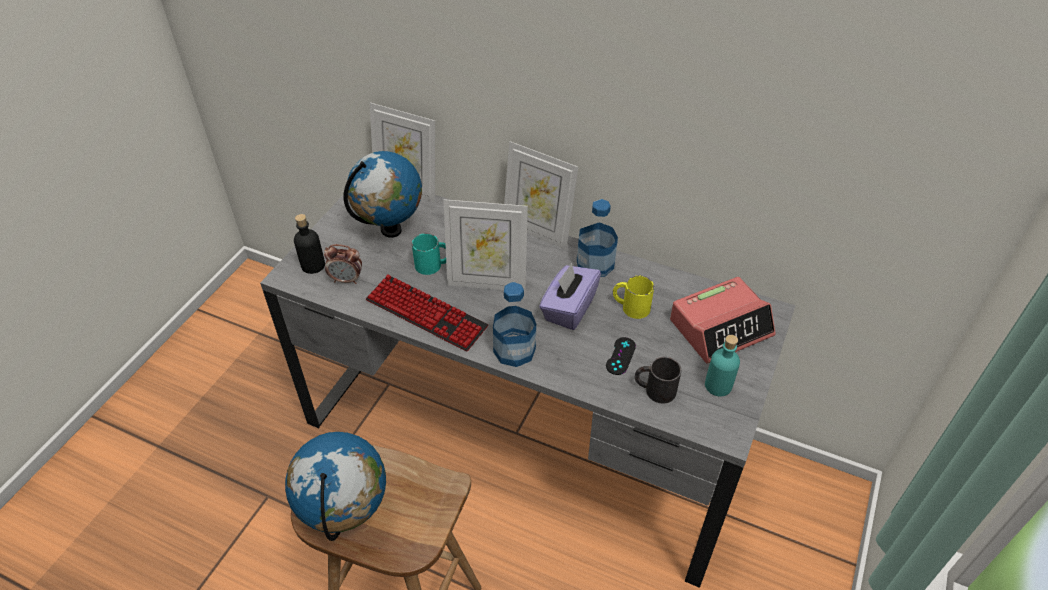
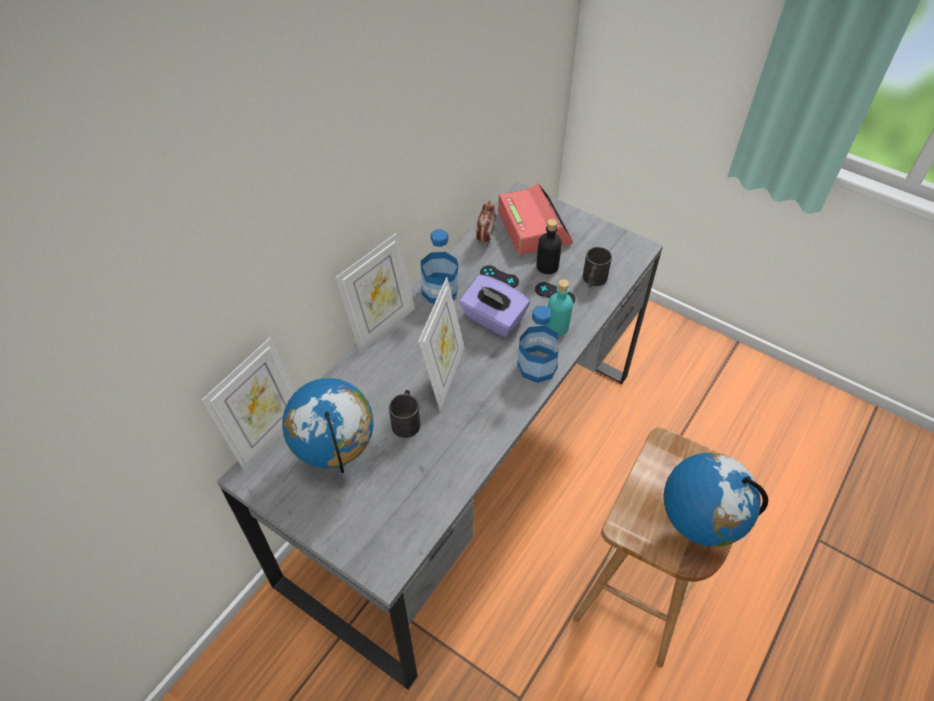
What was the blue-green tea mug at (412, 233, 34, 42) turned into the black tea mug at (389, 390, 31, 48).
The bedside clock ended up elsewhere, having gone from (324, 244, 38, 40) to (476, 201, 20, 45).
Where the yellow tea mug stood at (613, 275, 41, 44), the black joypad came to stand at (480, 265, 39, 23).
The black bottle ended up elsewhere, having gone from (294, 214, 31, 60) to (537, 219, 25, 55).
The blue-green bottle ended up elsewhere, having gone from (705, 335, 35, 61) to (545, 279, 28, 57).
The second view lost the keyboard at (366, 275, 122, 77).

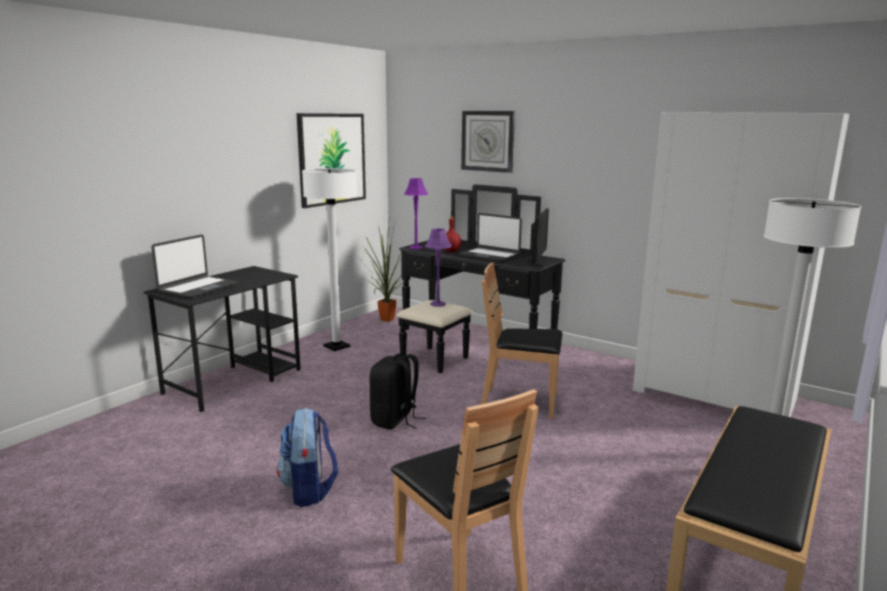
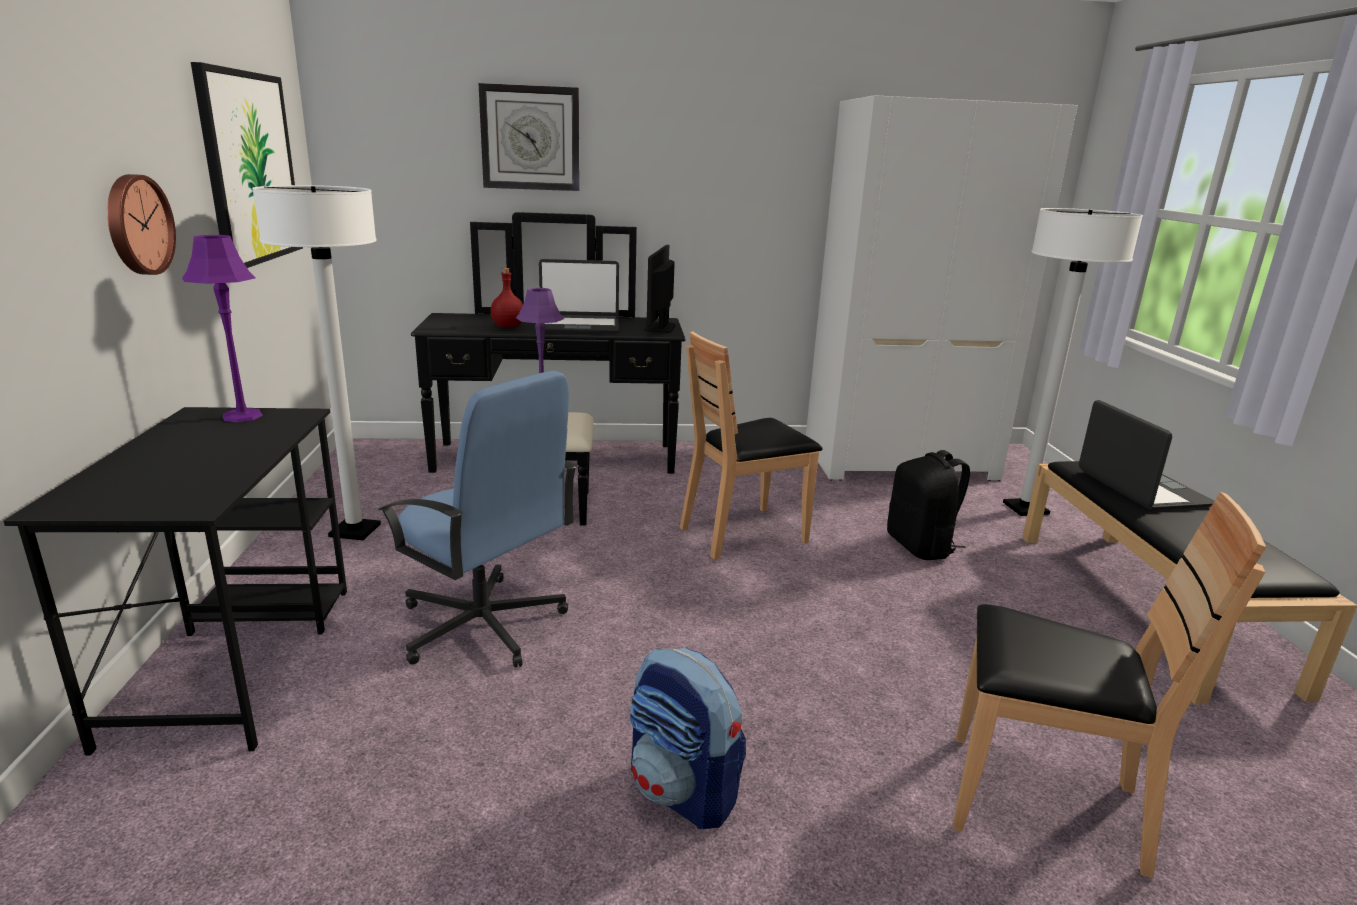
The second view gained the wall clock at (107, 174, 69, 101).
The purplish lamp for a table ended up elsewhere, having gone from (404, 178, 24, 71) to (182, 235, 81, 187).
The second view gained the blue computer chair at (378, 371, 199, 296).
The computer display at (527, 208, 22, 58) ended up facing another way, 150 degrees counterclockwise from before.
The black rucksack ended up elsewhere, having gone from (370, 354, 56, 76) to (887, 450, 83, 110).
The notebook computer ended up elsewhere, having gone from (151, 234, 87, 64) to (1079, 400, 135, 110).
The second view lost the potted plant at (359, 223, 51, 99).

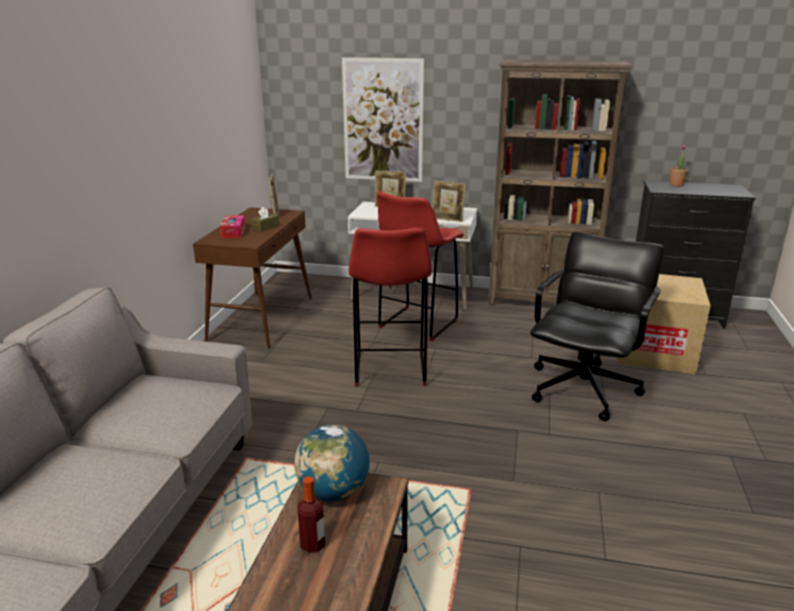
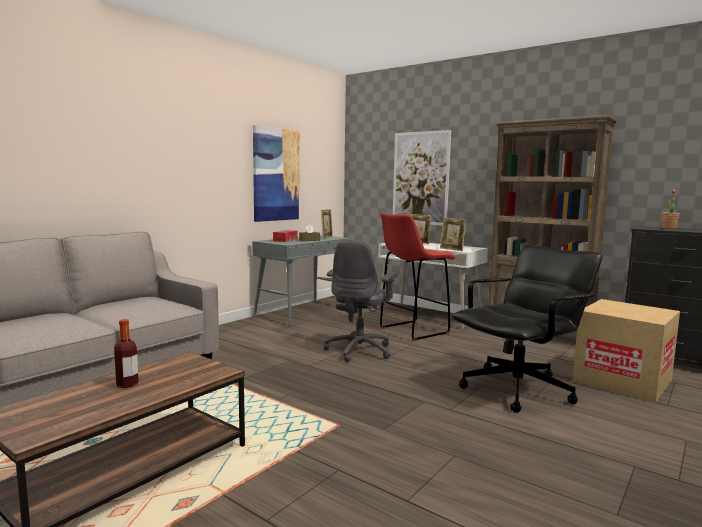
What was the brownish hall table at (193, 207, 119, 141) turned into the gray hall table at (252, 235, 98, 91).
The second view gained the wall picture at (253, 125, 47, 97).
Where the red sitting stool stood at (348, 228, 84, 158), the gray computer chair came to stand at (324, 240, 74, 122).
The second view lost the world globe at (294, 425, 76, 76).

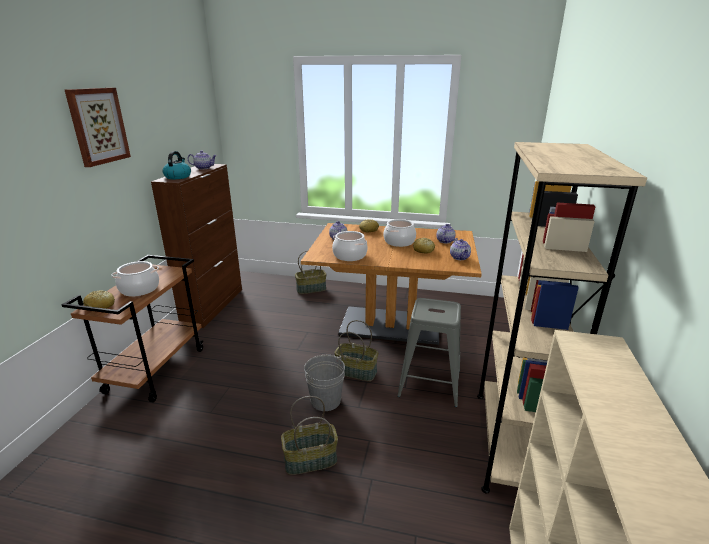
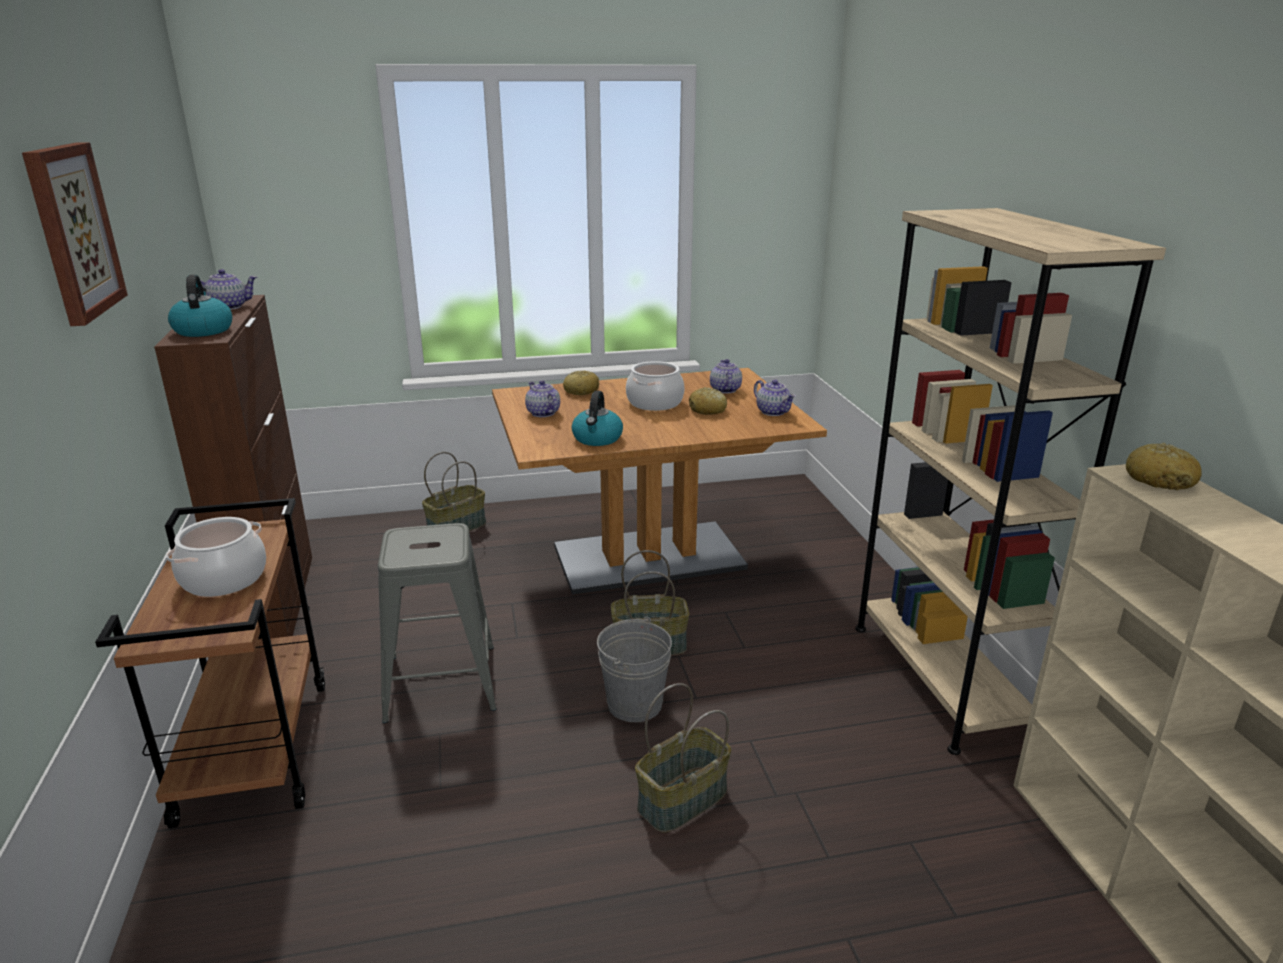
The gray sitting stool ended up elsewhere, having gone from (397, 298, 64, 109) to (378, 523, 119, 200).
Where the saucepot stood at (332, 231, 36, 30), the water kettle came to stand at (572, 391, 51, 55).
The baked bread ended up elsewhere, having gone from (83, 291, 32, 18) to (1126, 443, 76, 47).

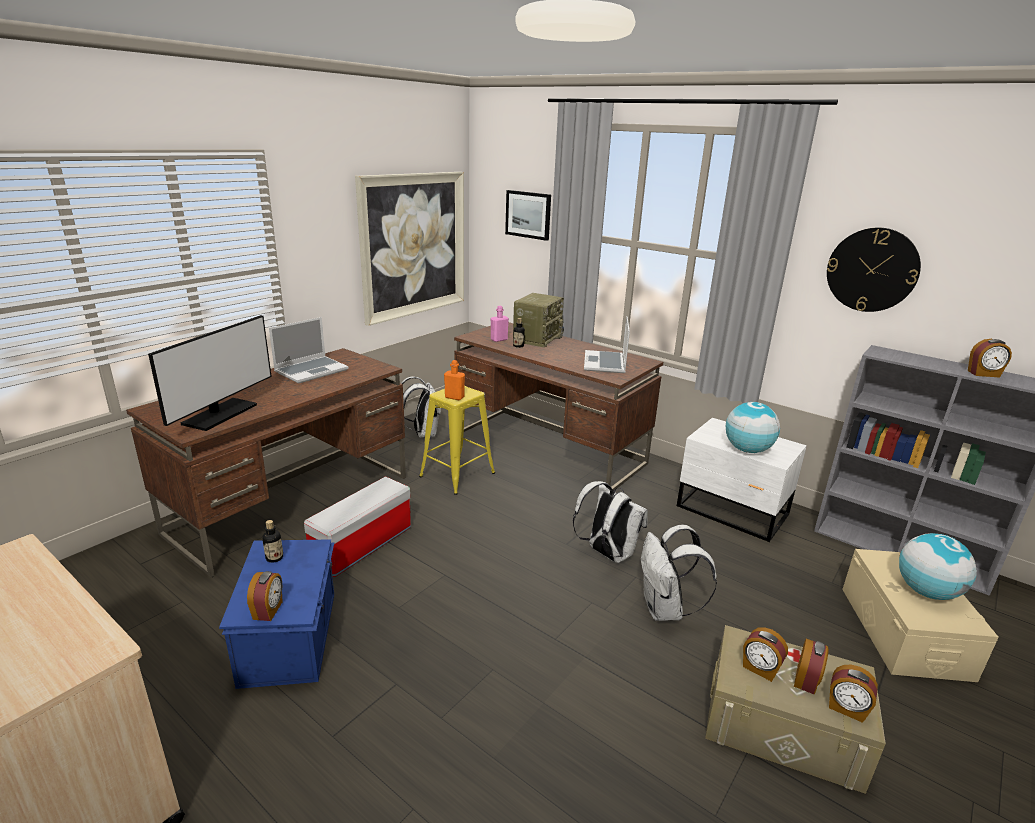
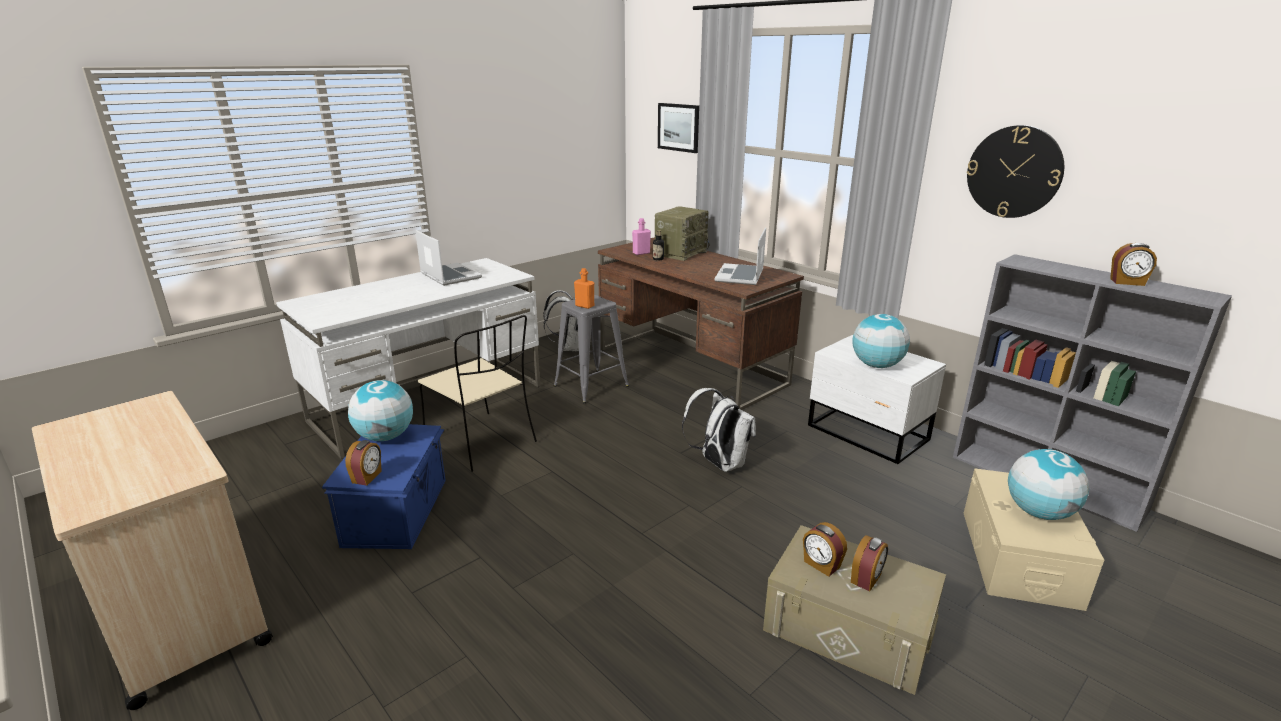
What was the brownish desk unit at (126, 348, 280, 229) turned into the white desk unit at (276, 258, 264, 201).
Where the bottle stood at (262, 520, 21, 43), the world globe came to stand at (348, 380, 65, 61).
The notebook computer at (269, 317, 79, 66) ended up facing another way, 90 degrees counterclockwise from before.
Where the storage bin stood at (304, 476, 107, 101), the beige-coloured upright chair came to stand at (418, 315, 119, 157).
What was the yellow sitting stool at (419, 385, 76, 110) turned into the gray sitting stool at (554, 295, 75, 108).
The second view lost the computer display at (148, 315, 124, 116).
The second view lost the wall picture at (355, 172, 109, 154).
The second view lost the white rucksack at (641, 525, 76, 96).
The second view lost the bedside clock at (829, 665, 49, 58).

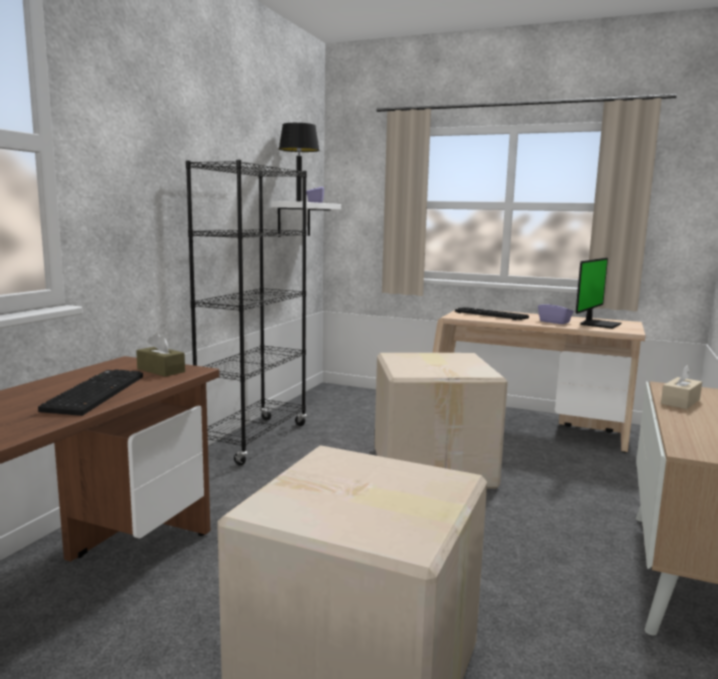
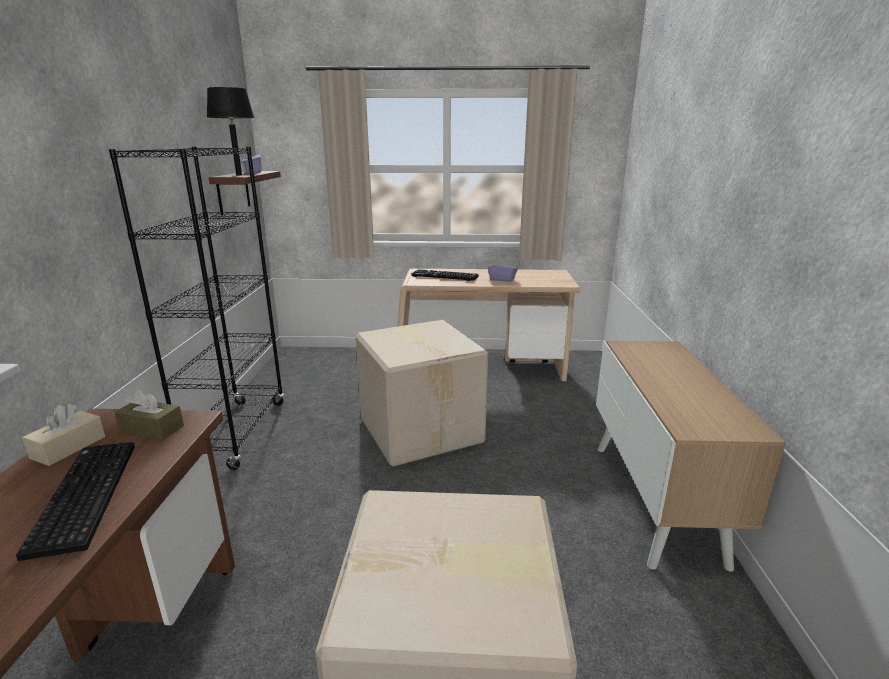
The beige-coloured box of tissues ended up elsewhere, having gone from (661, 365, 41, 44) to (22, 404, 83, 62).
What was the white wall shelf at (271, 201, 70, 36) turned into the brownish wall shelf at (209, 171, 72, 44).
The second view lost the computer display at (576, 258, 45, 71).

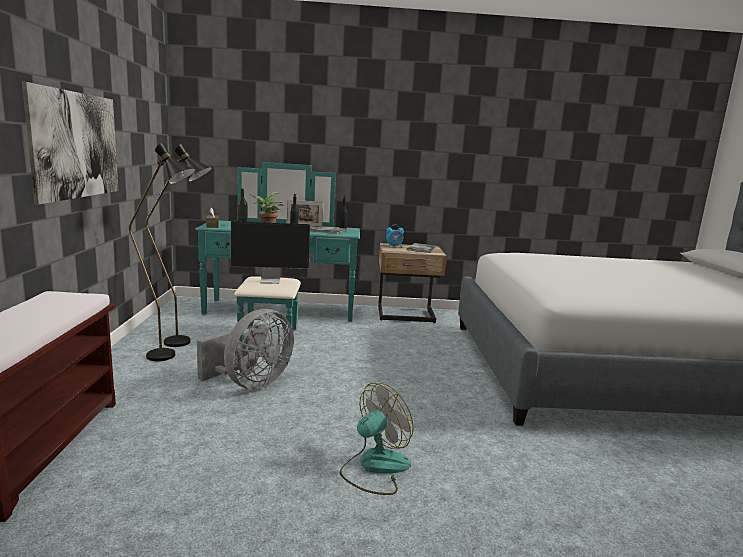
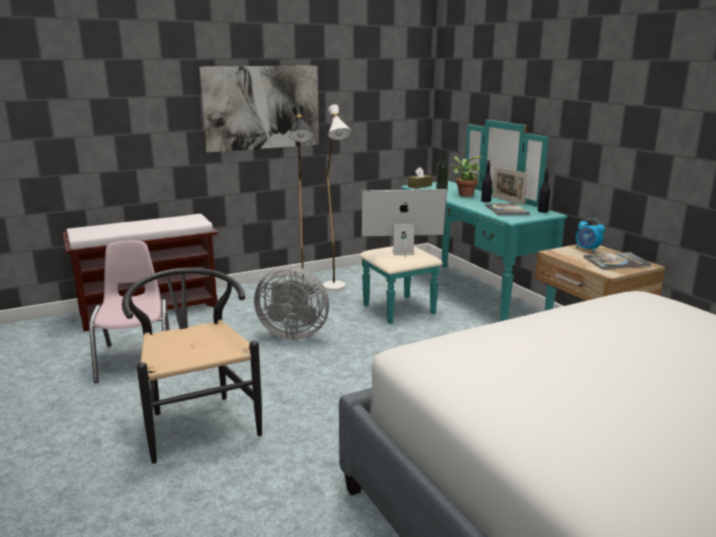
The second view gained the pink-coloured upright chair at (89, 240, 81, 143).
Where the electric fan stood at (340, 383, 74, 112), the black upright chair came to stand at (122, 268, 140, 196).
What was the black standard lamp at (145, 143, 67, 204) turned into the white standard lamp at (323, 104, 29, 187).
The computer display at (230, 221, 80, 63) ended up facing another way, 120 degrees clockwise from before.

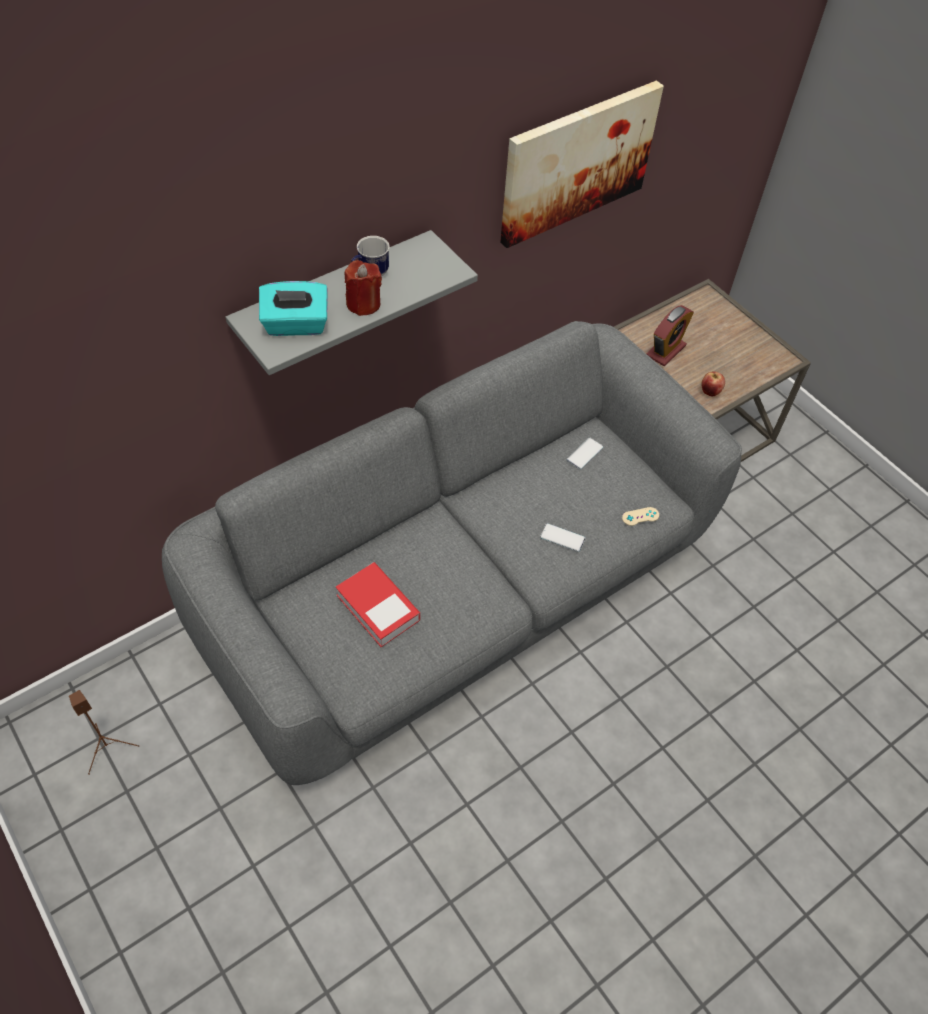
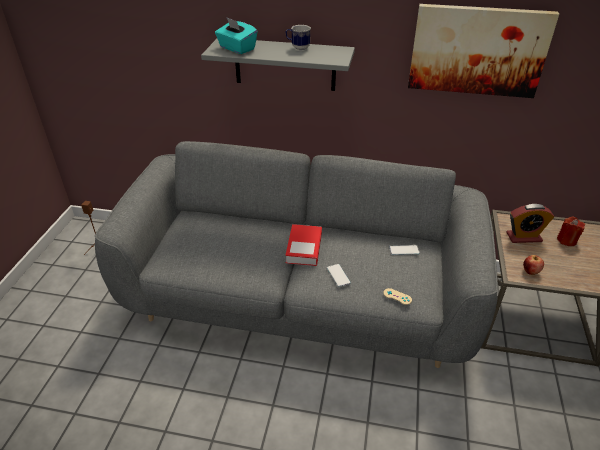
The book ended up elsewhere, having gone from (335, 562, 85, 85) to (285, 224, 37, 42).
The red wax light ended up elsewhere, having gone from (345, 260, 37, 56) to (557, 217, 28, 29).

